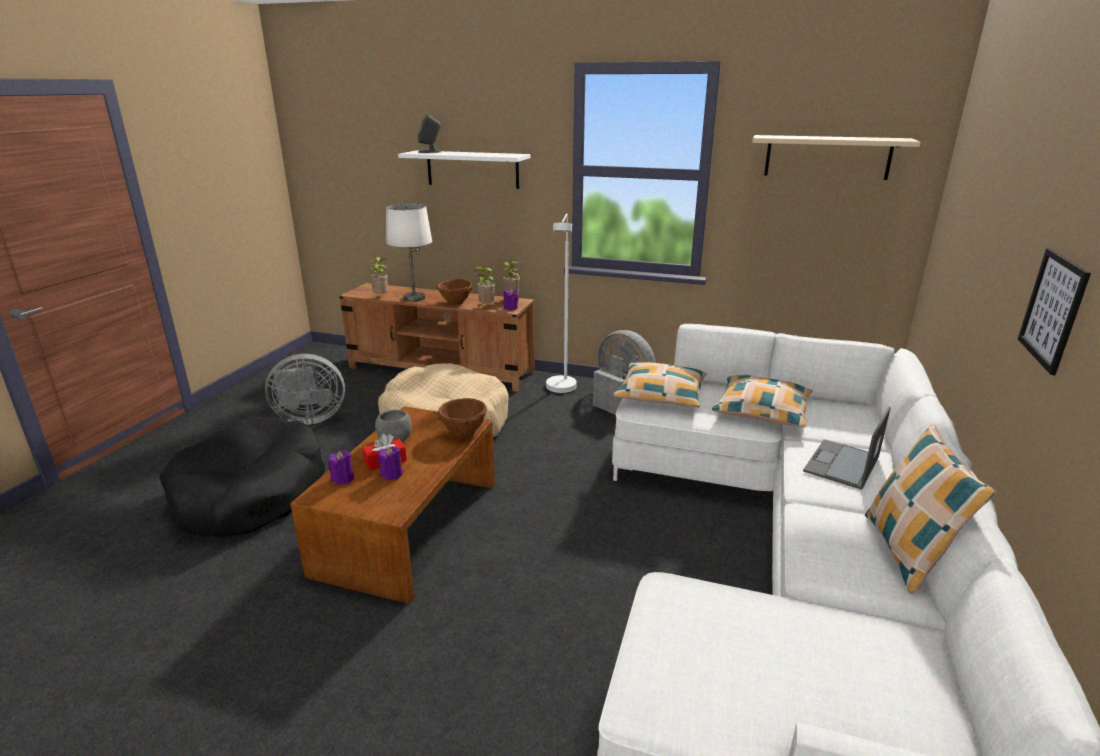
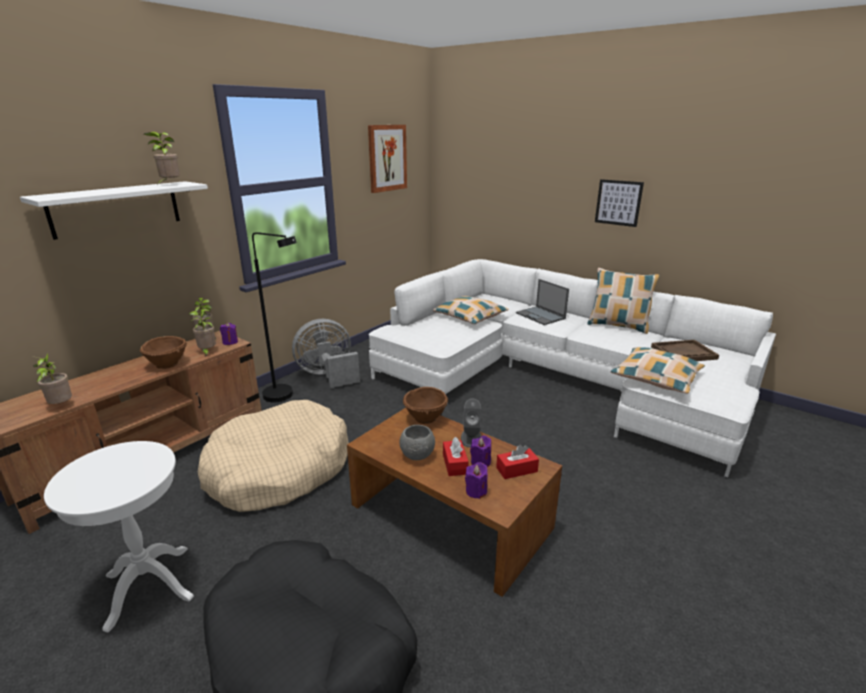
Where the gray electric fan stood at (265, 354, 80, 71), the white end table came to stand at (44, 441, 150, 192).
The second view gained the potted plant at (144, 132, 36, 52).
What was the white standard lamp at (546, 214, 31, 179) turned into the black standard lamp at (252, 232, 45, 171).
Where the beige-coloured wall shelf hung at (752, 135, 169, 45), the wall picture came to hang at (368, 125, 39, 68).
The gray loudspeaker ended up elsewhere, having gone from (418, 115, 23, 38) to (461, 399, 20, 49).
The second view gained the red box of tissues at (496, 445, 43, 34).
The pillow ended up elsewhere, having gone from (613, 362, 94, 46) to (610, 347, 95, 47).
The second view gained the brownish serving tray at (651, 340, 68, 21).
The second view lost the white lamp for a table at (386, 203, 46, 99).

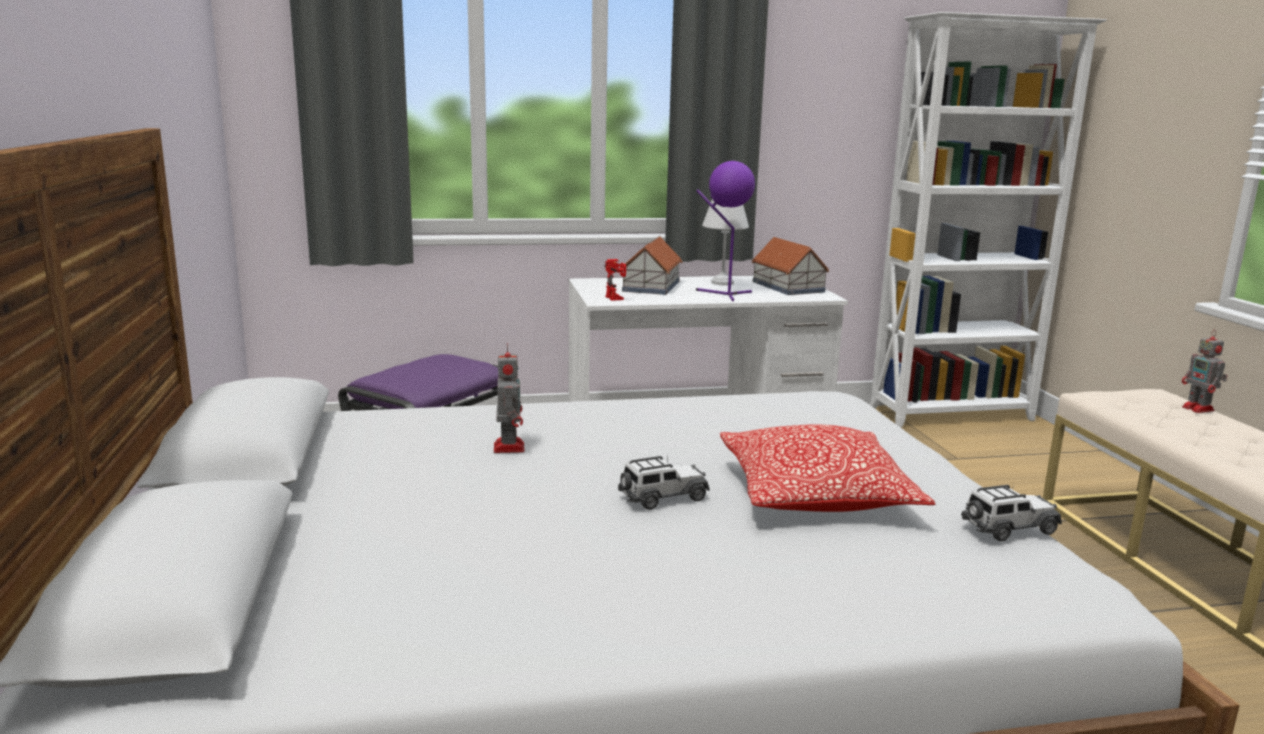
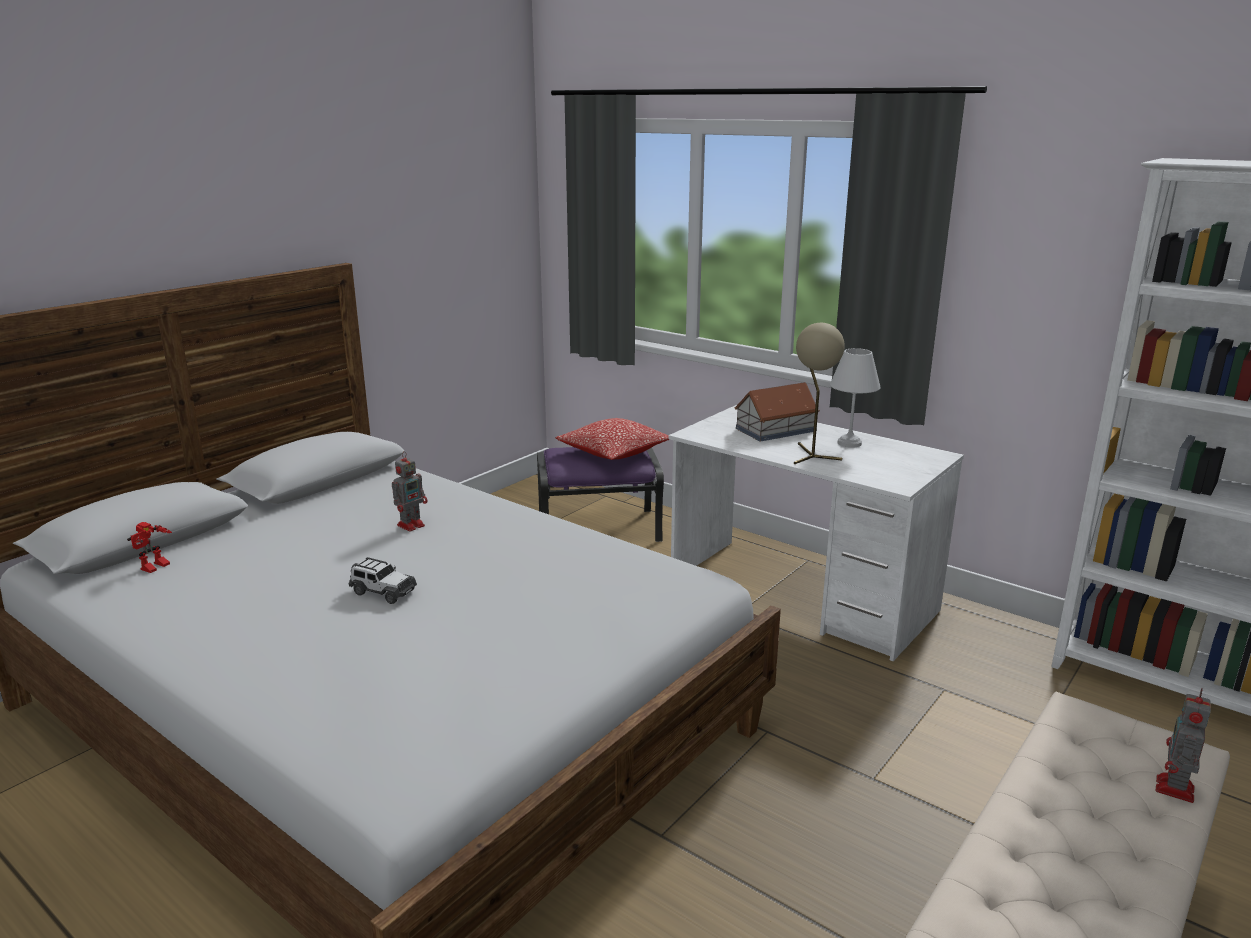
The toy robot ended up elsewhere, having gone from (605, 259, 21, 42) to (127, 522, 45, 51).
The pillow ended up elsewhere, having gone from (720, 424, 215, 88) to (555, 418, 115, 42).
What was the purplish lamp for a table at (696, 161, 59, 140) turned into the beige-coloured lamp for a table at (794, 323, 51, 141).
The second view lost the miniature house at (751, 237, 79, 58).
The second view lost the miniature car at (961, 484, 101, 58).

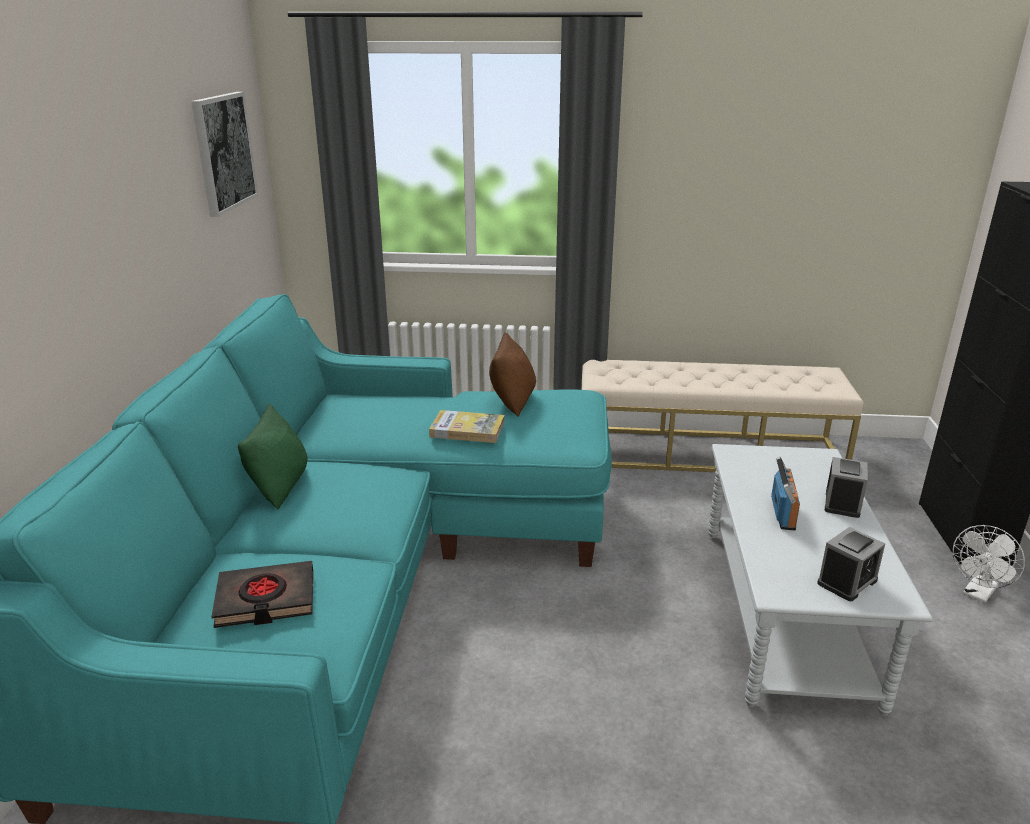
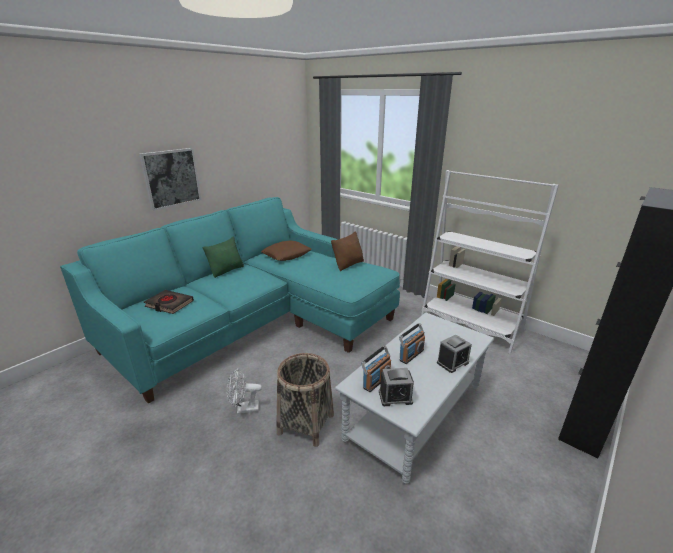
The wall picture ended up elsewhere, having gone from (191, 92, 67, 125) to (139, 148, 63, 63).
The white electric fan ended up elsewhere, having gone from (953, 525, 72, 78) to (227, 368, 35, 46).
The second view gained the brownish pillow at (261, 241, 50, 20).
The second view gained the household basket at (276, 353, 58, 94).
The second view gained the radio set at (361, 346, 30, 46).
Where the beige-coloured indoor bench stood at (582, 360, 282, 112), the white bookshelf came to stand at (421, 170, 138, 184).
The second view lost the book at (429, 410, 75, 33).

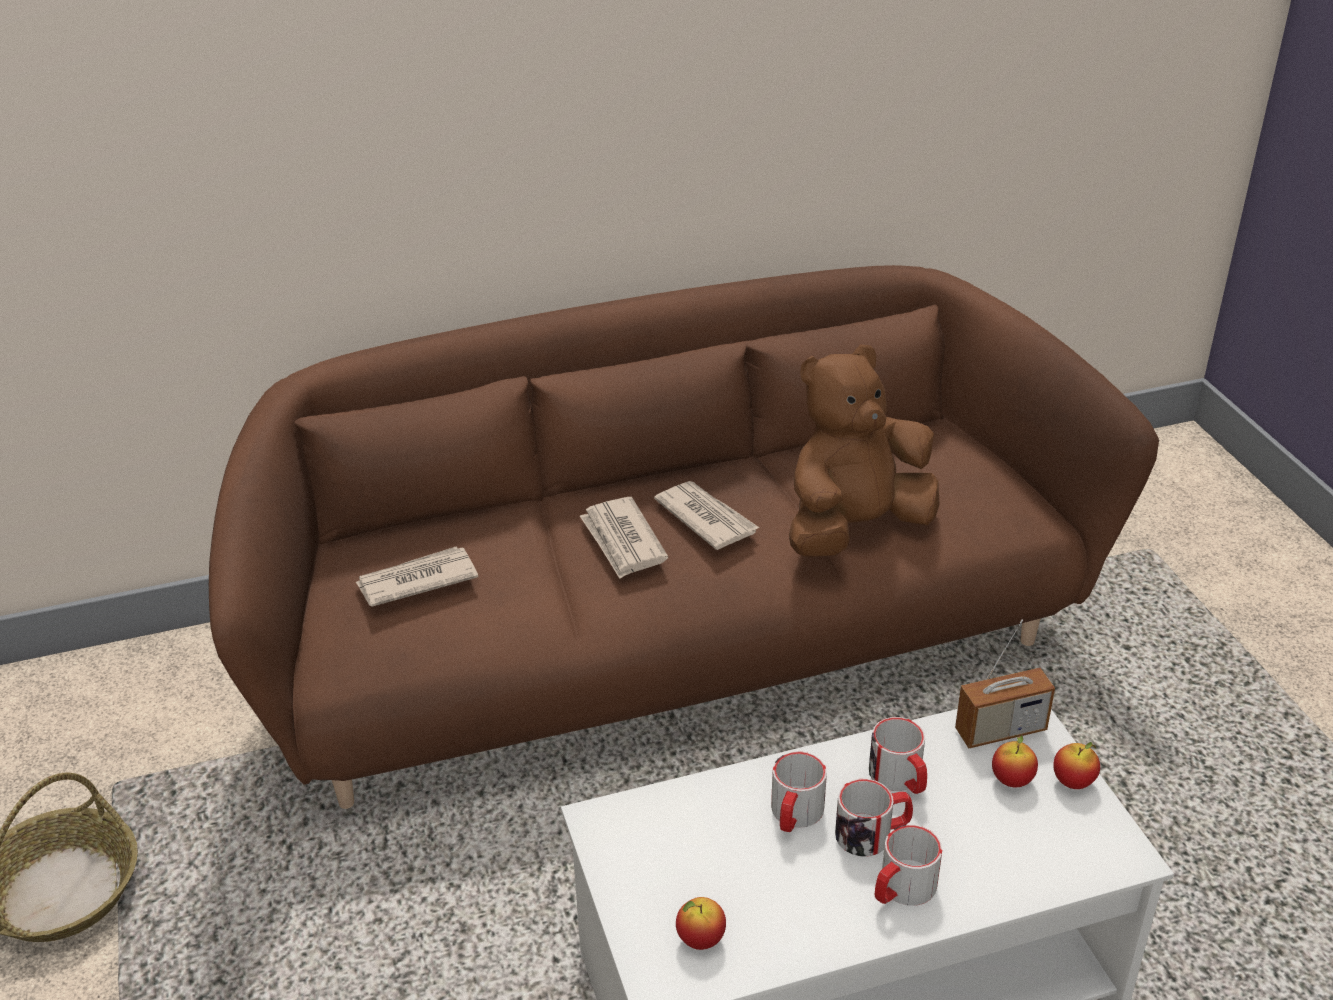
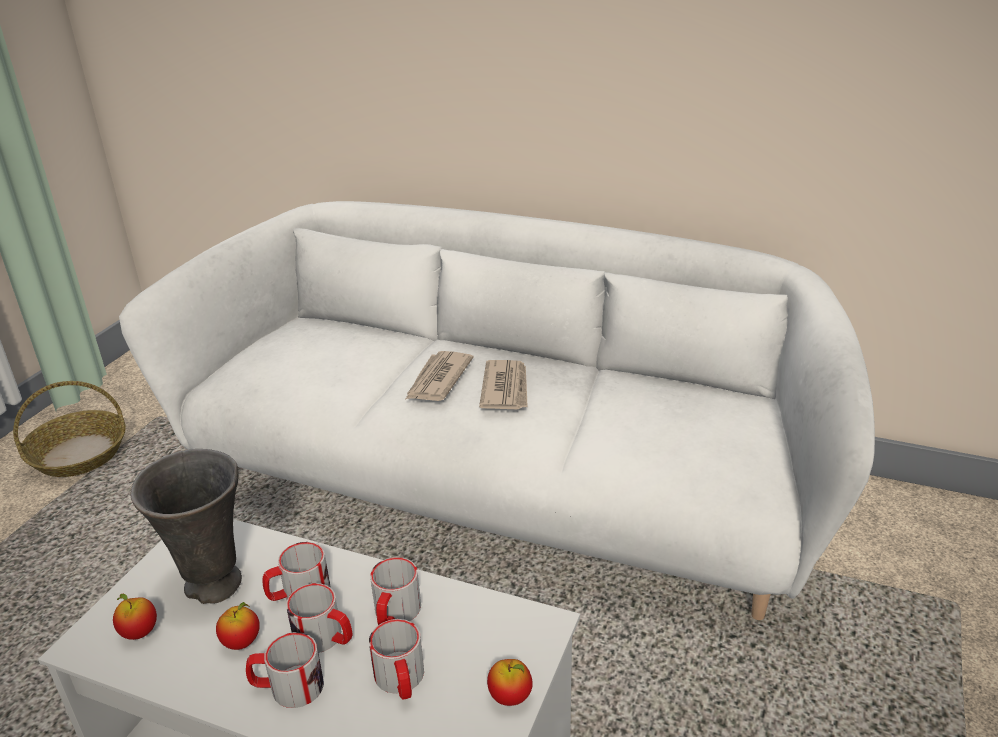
What was the brownish couch at (209, 265, 950, 544) turned into the white couch at (119, 201, 756, 419).
The second view gained the gray vase at (130, 449, 112, 155).
The apple fruit ended up elsewhere, having gone from (992, 735, 46, 52) to (216, 602, 44, 48).
The second view gained the tea mug at (369, 619, 55, 81).
The second view lost the newspaper at (356, 547, 122, 60).
The second view lost the brownish cuddly toy at (789, 344, 151, 214).
The second view lost the radio set at (955, 620, 100, 128).

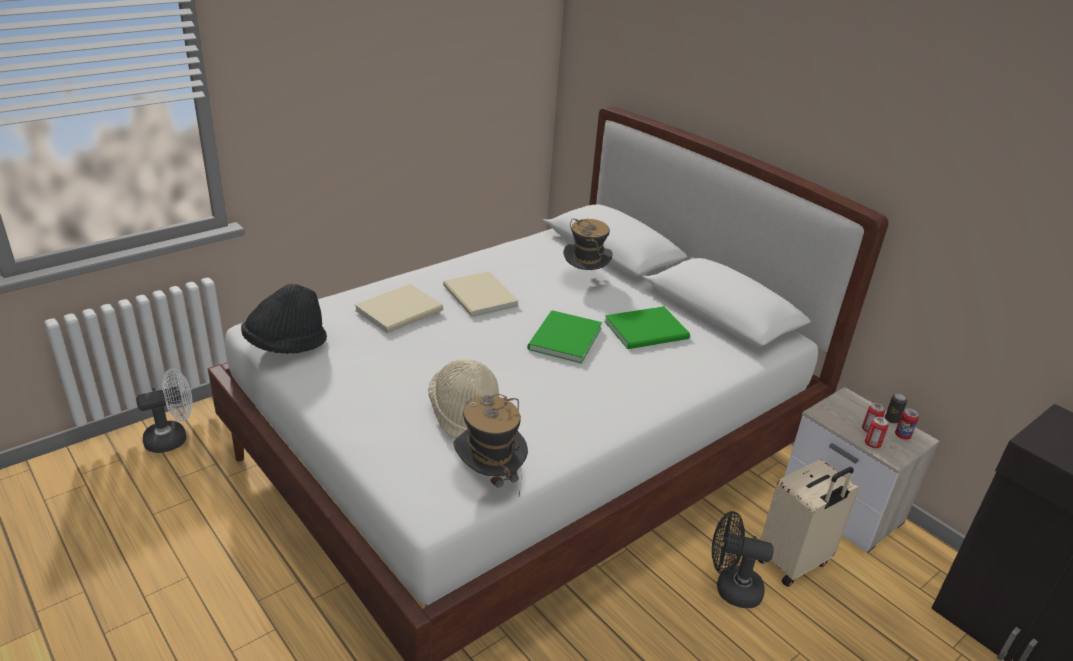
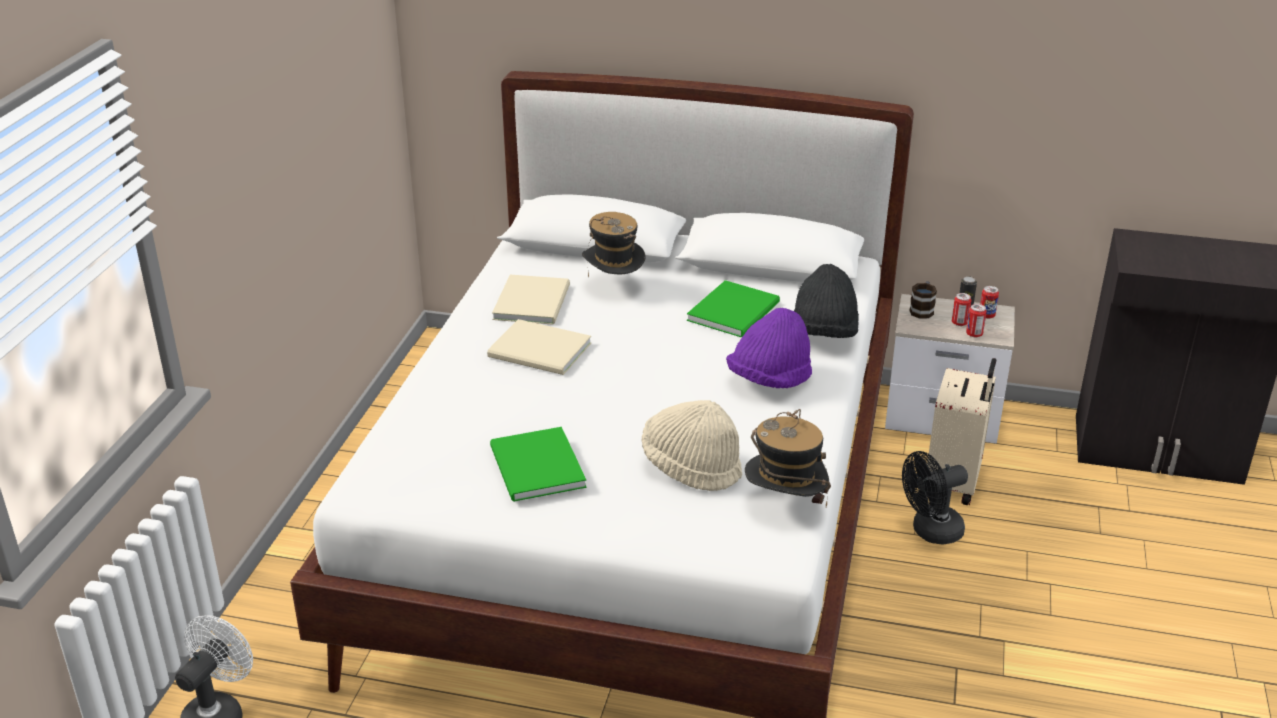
The green-coloured book ended up elsewhere, having gone from (527, 310, 75, 54) to (490, 427, 97, 75).
The beige-coloured book ended up elsewhere, having gone from (355, 284, 88, 49) to (492, 275, 78, 50).
The second view gained the purplish wearable hat at (726, 308, 86, 80).
The black wearable hat ended up elsewhere, having gone from (241, 284, 86, 70) to (794, 264, 65, 74).
The second view gained the tea mug at (909, 281, 28, 38).

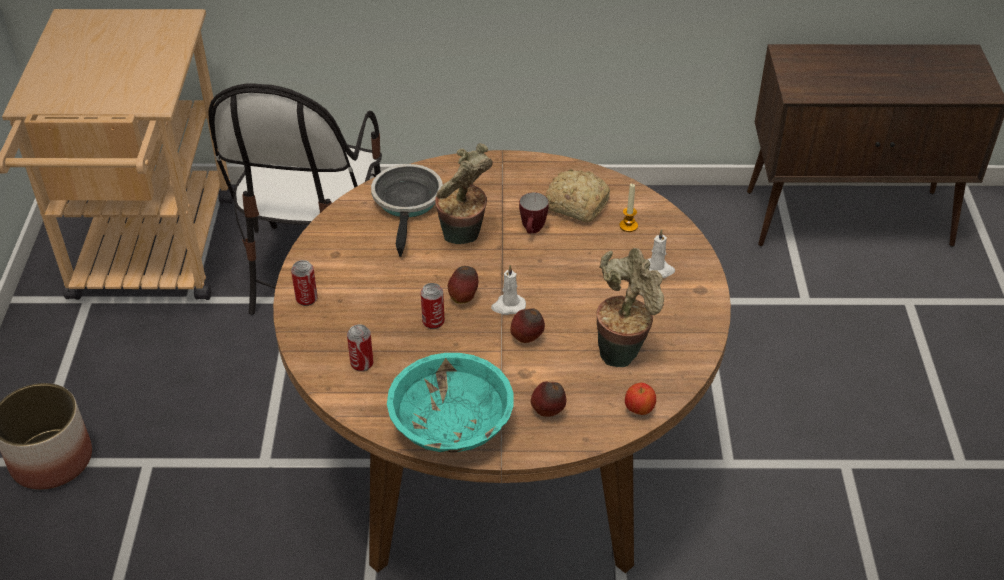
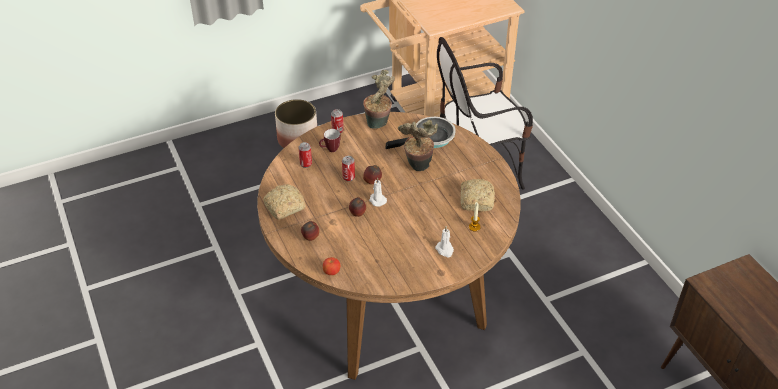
Where the blue-green deep dish stood at (387, 353, 127, 100), the baked bread came to stand at (263, 184, 43, 36).
The tea mug ended up elsewhere, having gone from (519, 192, 30, 42) to (319, 129, 22, 23).
The potted plant ended up elsewhere, having gone from (597, 248, 67, 119) to (363, 70, 32, 59).

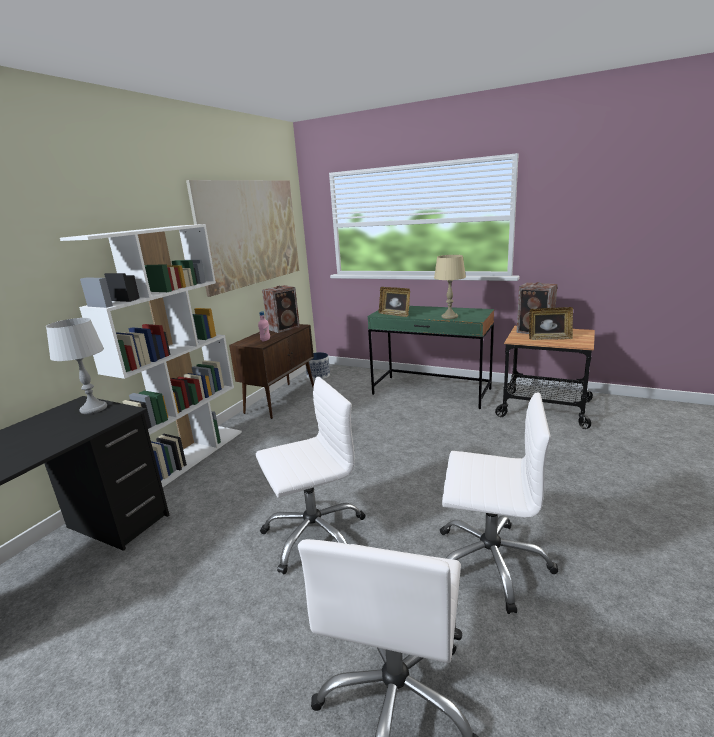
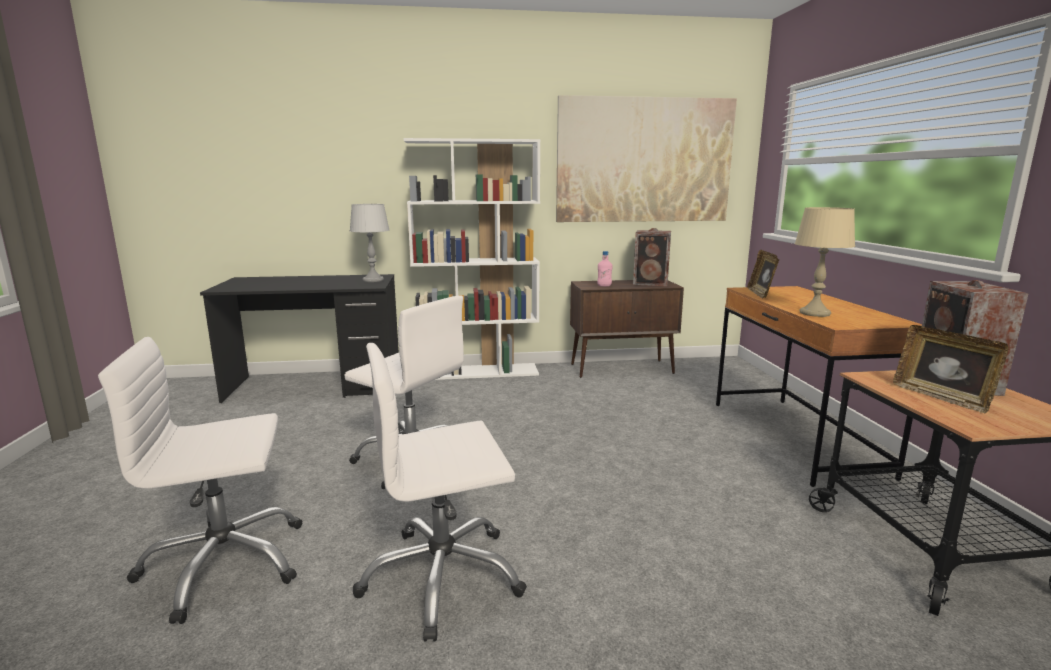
The white computer chair at (440, 393, 118, 221) ended up facing another way, 90 degrees clockwise from before.
What was the green-coloured desk unit at (367, 306, 127, 103) turned into the brownish desk unit at (716, 286, 206, 201).
The second view lost the planter at (305, 352, 25, 28).

